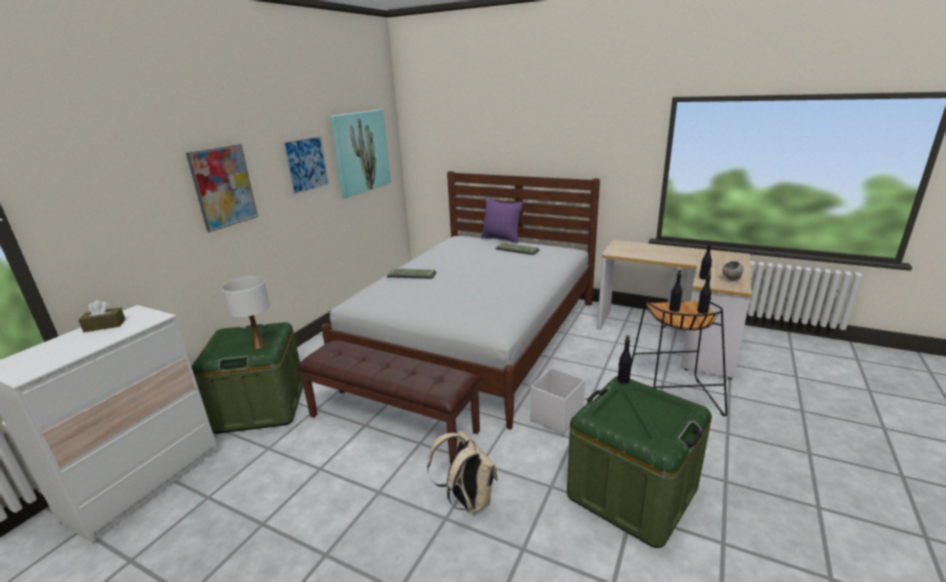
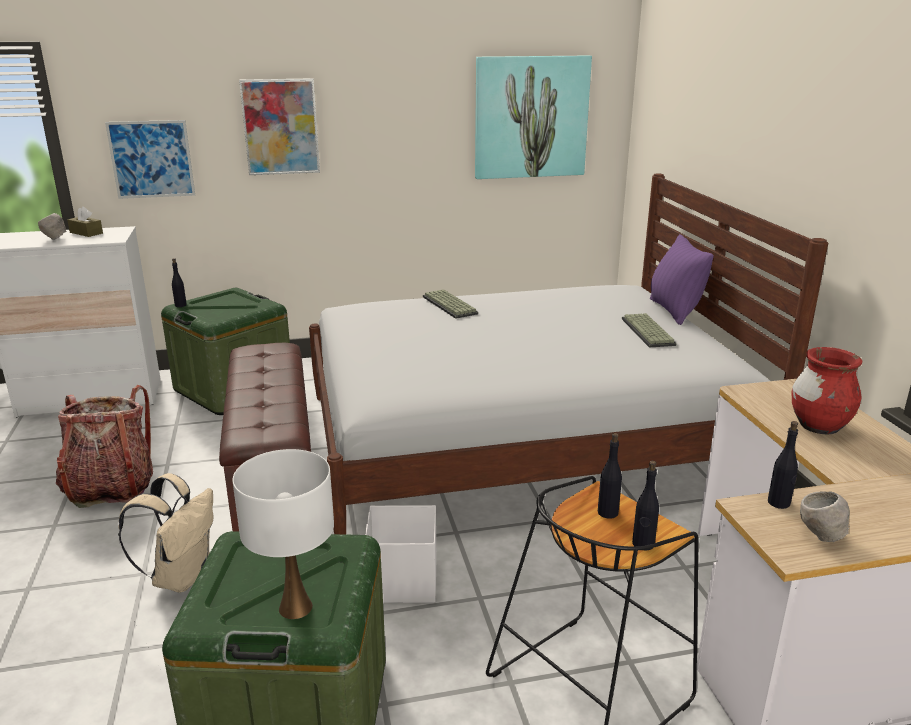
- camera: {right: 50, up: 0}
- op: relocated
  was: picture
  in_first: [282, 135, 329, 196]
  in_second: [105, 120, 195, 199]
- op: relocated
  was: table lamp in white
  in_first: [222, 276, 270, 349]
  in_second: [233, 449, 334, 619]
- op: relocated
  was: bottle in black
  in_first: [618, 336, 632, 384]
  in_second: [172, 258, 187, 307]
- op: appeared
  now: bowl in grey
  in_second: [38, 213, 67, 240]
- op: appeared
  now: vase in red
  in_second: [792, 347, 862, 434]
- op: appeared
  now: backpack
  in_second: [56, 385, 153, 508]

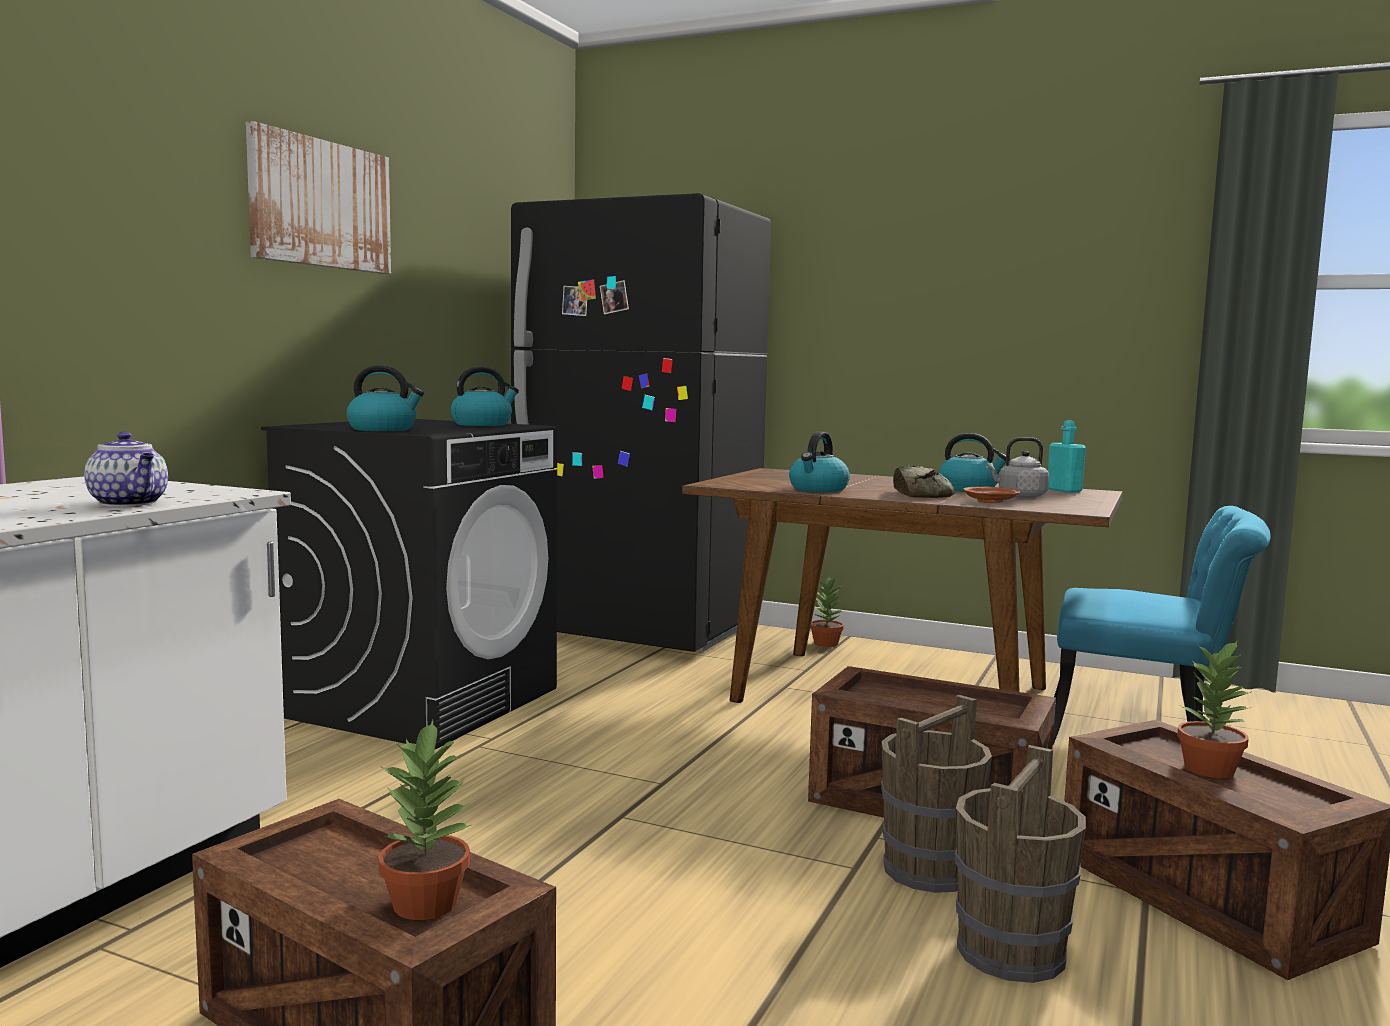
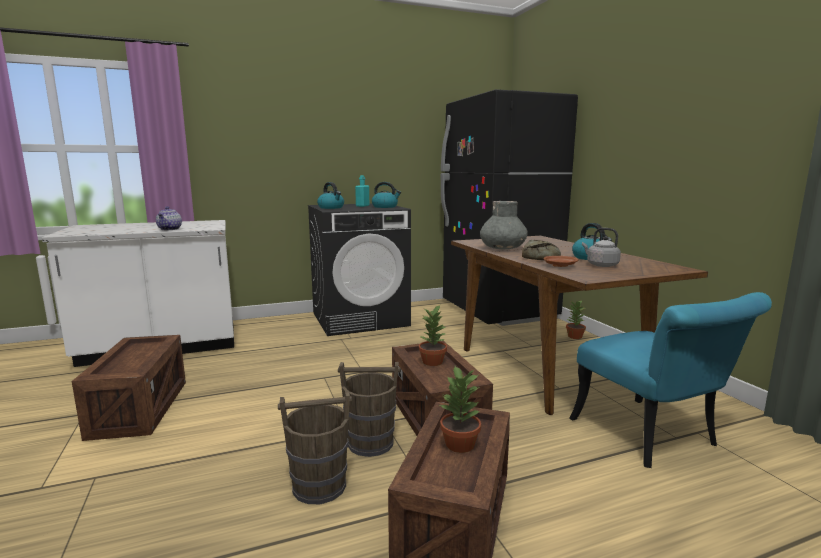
- camera: {right: 45, up: 5}
- op: missing
  was: picture
  in_first: [246, 121, 391, 274]
- op: relocated
  was: bottle in turquoise
  in_first: [1048, 420, 1086, 493]
  in_second: [355, 175, 369, 207]
- op: exchanged
  was: kettle
  now: vase in grey
  in_first: [789, 431, 850, 492]
  in_second: [480, 201, 528, 249]
- op: relocated
  was: potted plant
  in_first: [378, 720, 471, 920]
  in_second: [419, 305, 447, 366]

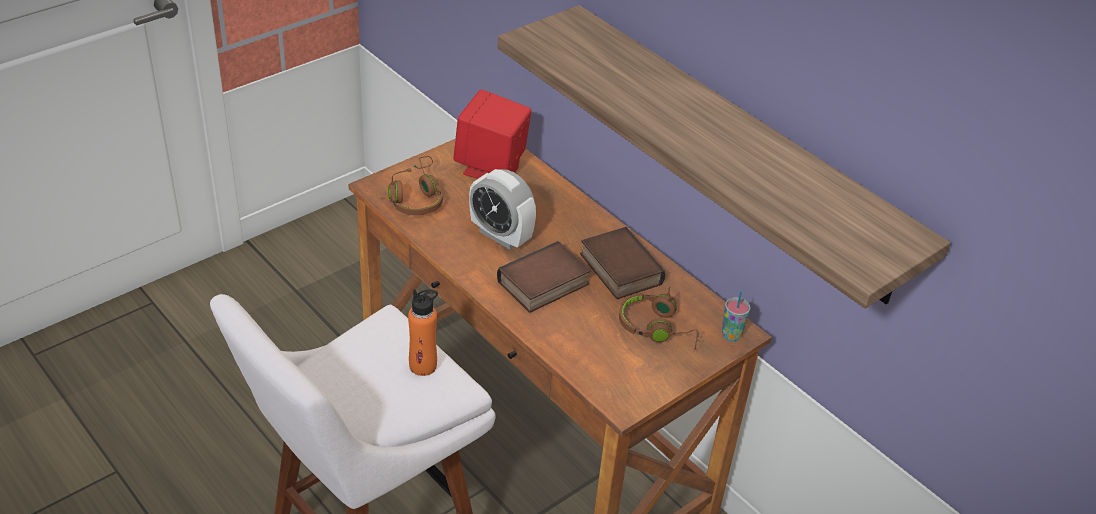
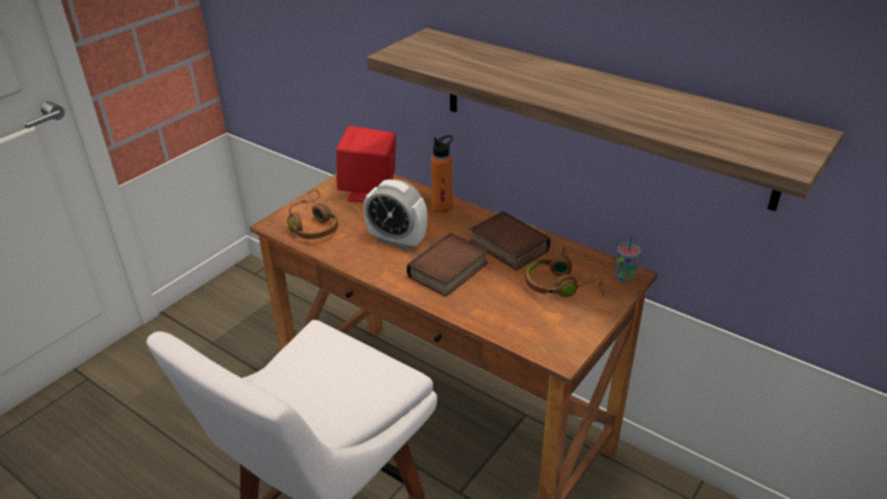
- camera: {right: -10, up: -5}
- op: relocated
  was: bottle in orange
  in_first: [408, 289, 438, 376]
  in_second: [430, 135, 453, 213]

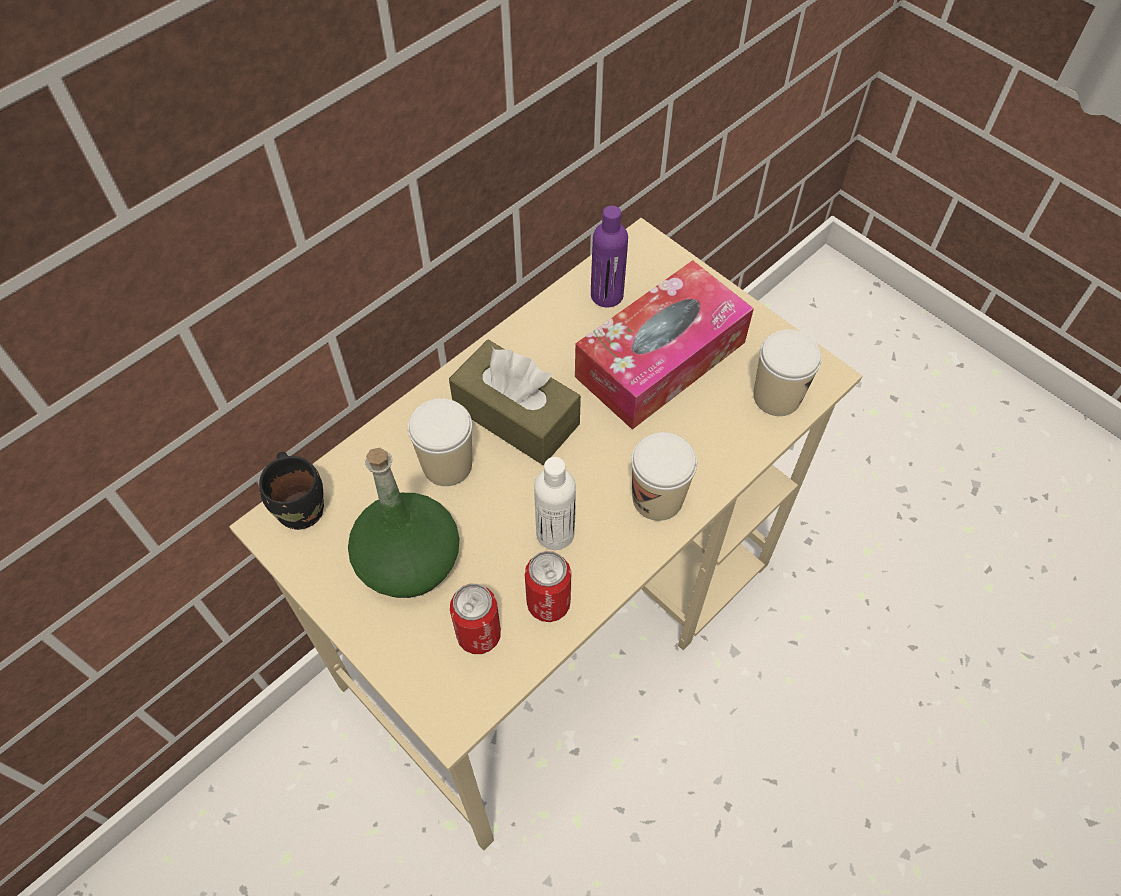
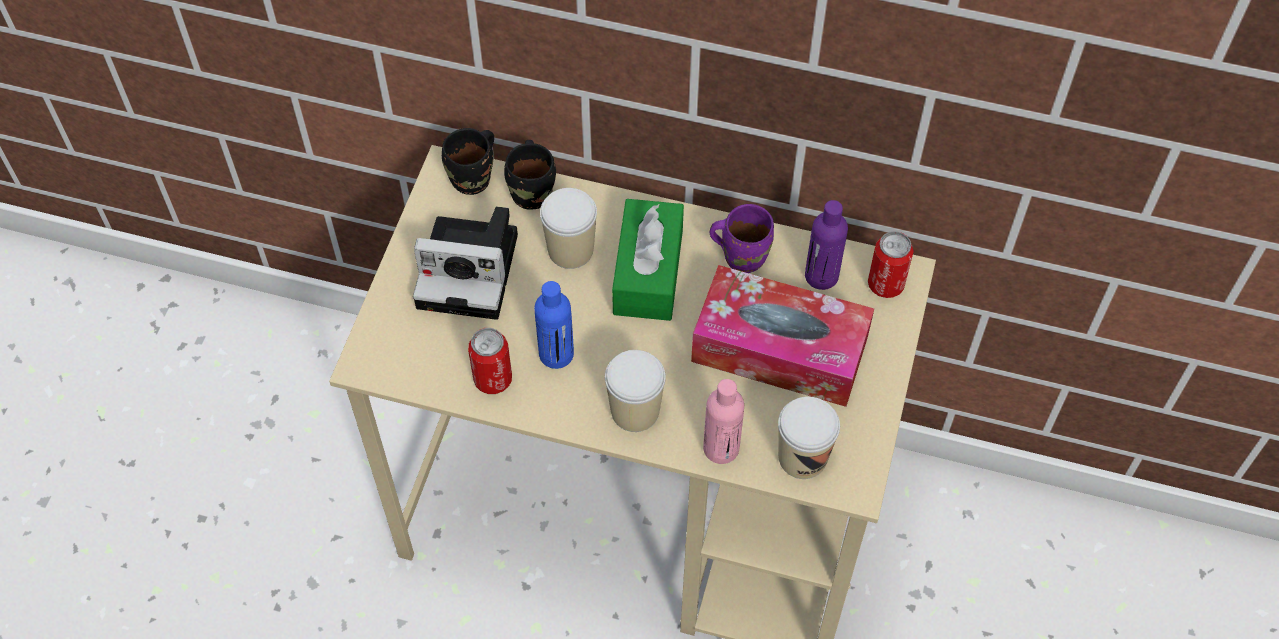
- camera: {right: 60, up: 0}
- op: colour
  was: tissue box in brown
  now: tissue box in green
  in_first: [449, 340, 581, 465]
  in_second: [612, 199, 684, 321]
- op: exchanged
  was: bottle in green
  now: photo camera
  in_first: [348, 448, 459, 598]
  in_second: [413, 206, 518, 320]
- op: colour
  was: bottle in white
  now: bottle in blue
  in_first: [534, 457, 576, 550]
  in_second: [534, 281, 574, 369]
- op: relocated
  was: can
  in_first: [450, 584, 501, 654]
  in_second: [868, 231, 914, 298]
- op: appeared
  now: mug in black
  in_second: [504, 140, 556, 210]
- op: appeared
  now: mug in purple
  in_second: [710, 204, 774, 273]
- op: appeared
  now: bottle in pink
  in_second: [703, 379, 744, 464]

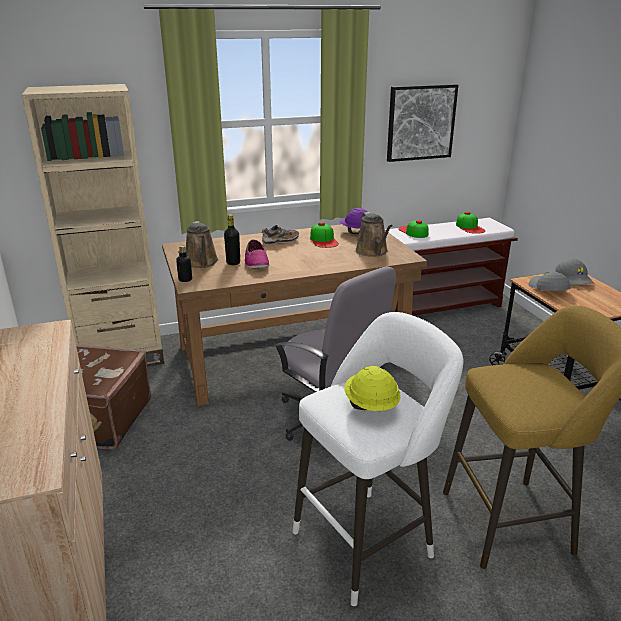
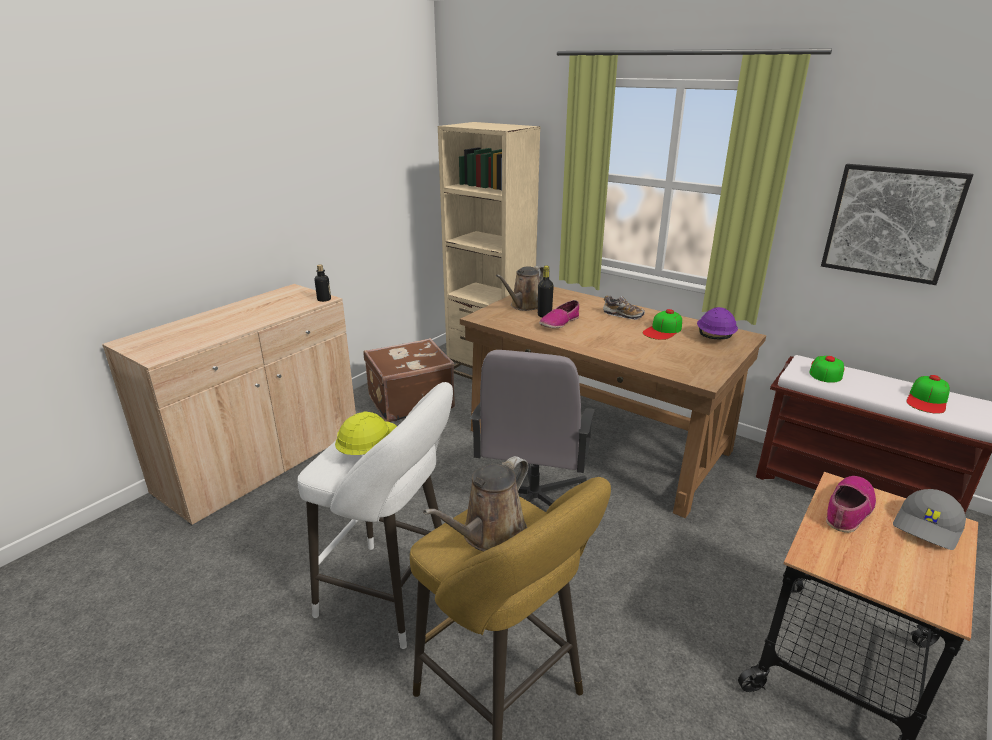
- camera: {right: 55, up: 0}
- op: relocated
  was: watering can in brown
  in_first: [355, 212, 393, 257]
  in_second: [423, 456, 528, 552]
- op: relocated
  was: bottle
  in_first: [176, 245, 192, 282]
  in_second: [314, 264, 331, 302]
- op: exchanged
  was: cap in grey
  now: shoe
  in_first: [528, 272, 570, 291]
  in_second: [826, 476, 876, 533]

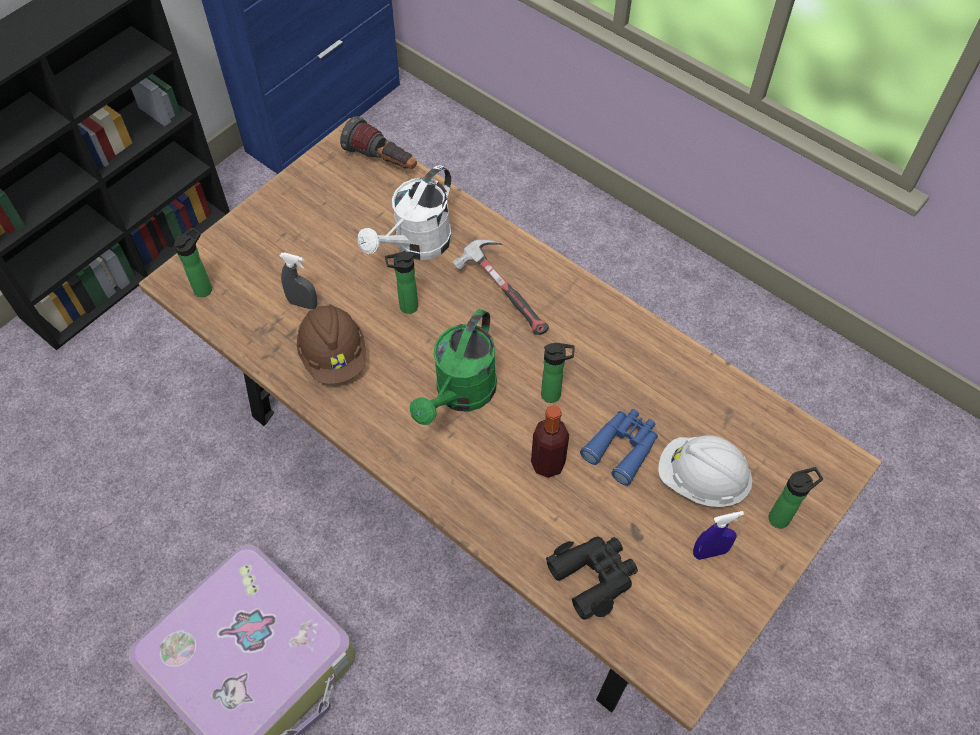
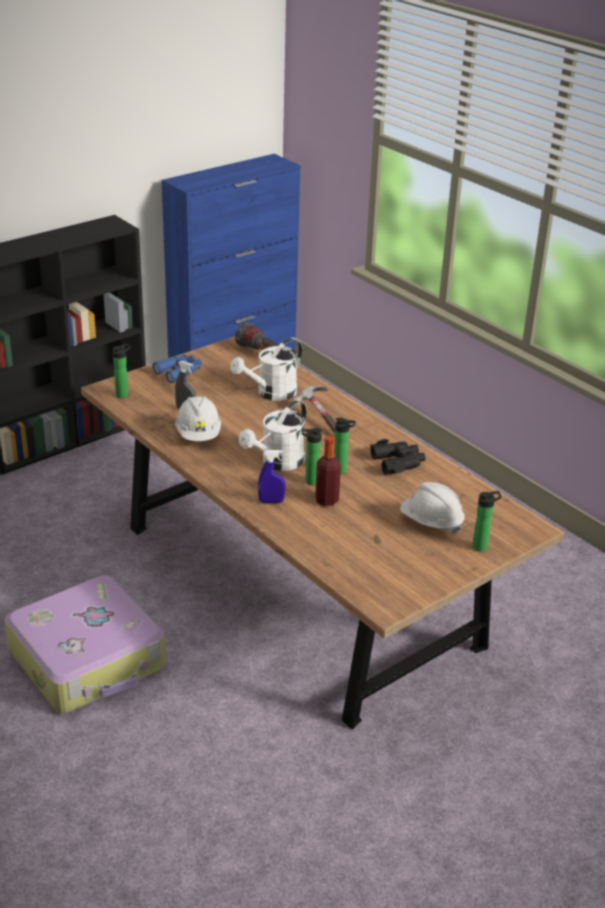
- camera: {right: 10, up: -25}
- op: relocated
  was: bottle
  in_first: [385, 252, 418, 314]
  in_second: [301, 428, 322, 485]
- op: colour
  was: hard hat in brown
  now: hard hat in white
  in_first: [297, 304, 366, 384]
  in_second: [175, 396, 221, 441]
- op: colour
  was: watering can in green
  now: watering can in white
  in_first: [410, 309, 497, 425]
  in_second: [239, 400, 306, 471]
- op: relocated
  was: binoculars in blue
  in_first: [580, 409, 658, 486]
  in_second: [152, 354, 202, 383]
- op: relocated
  was: spray bottle in blue
  in_first: [693, 511, 744, 560]
  in_second: [258, 450, 286, 503]
- op: relocated
  was: binoculars in black
  in_first: [546, 537, 638, 620]
  in_second: [370, 439, 426, 475]

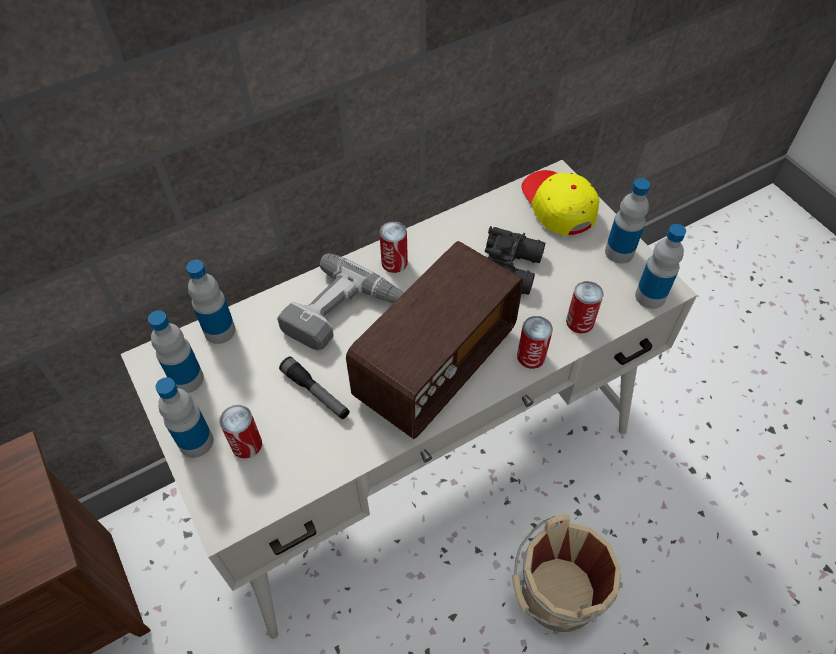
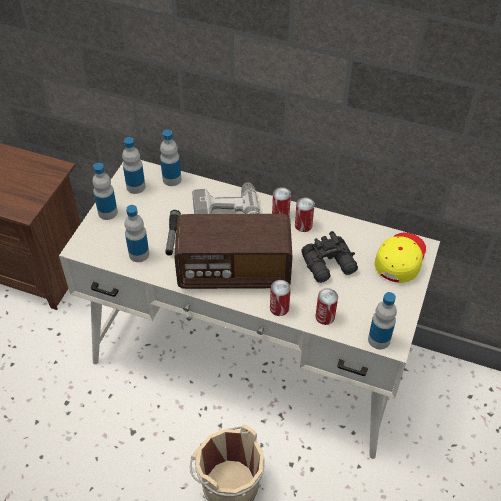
- camera: {right: 50, up: -5}
- op: relocated
  was: bottle
  in_first: [605, 178, 650, 264]
  in_second: [124, 205, 149, 262]
- op: relocated
  was: can
  in_first: [220, 405, 262, 459]
  in_second: [295, 197, 315, 232]

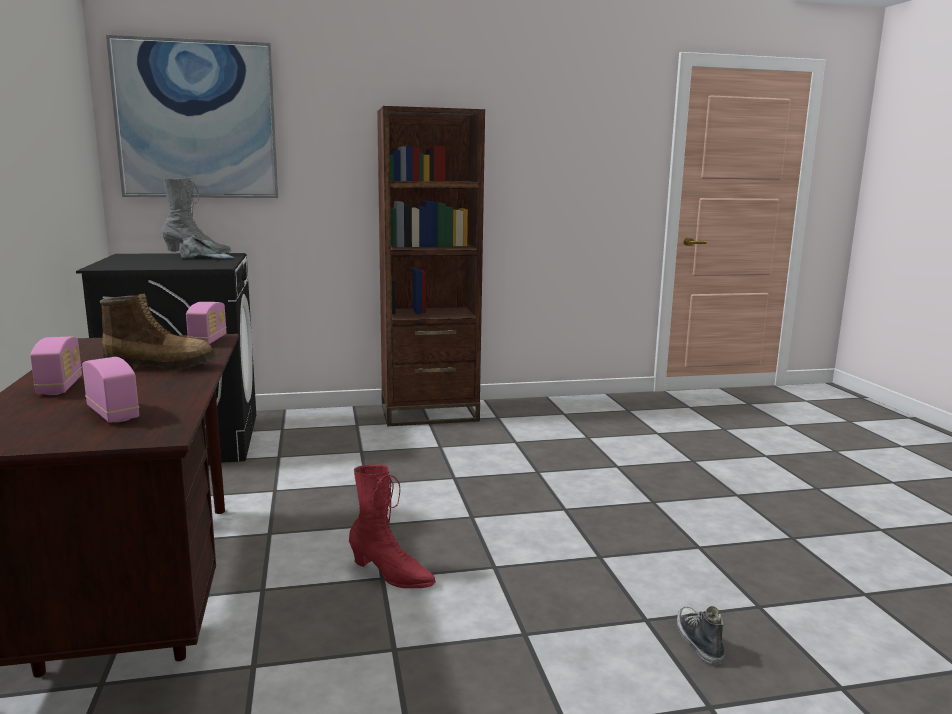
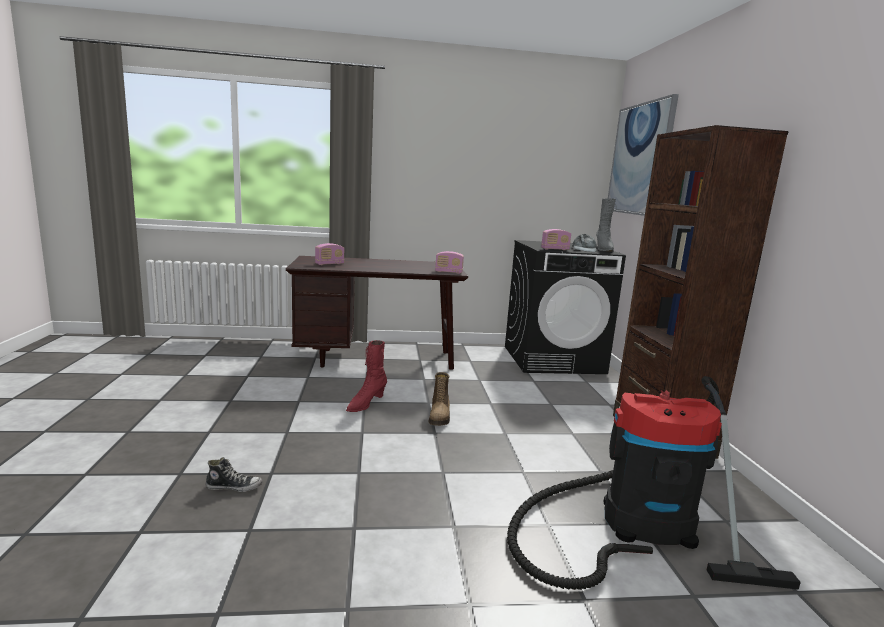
- camera: {right: 95, up: 0}
- op: relocated
  was: boot
  in_first: [100, 293, 216, 370]
  in_second: [428, 372, 450, 426]
- op: relocated
  was: radio
  in_first: [30, 337, 82, 395]
  in_second: [541, 229, 571, 250]
- op: appeared
  now: vacuum cleaner
  in_second: [507, 376, 801, 590]

